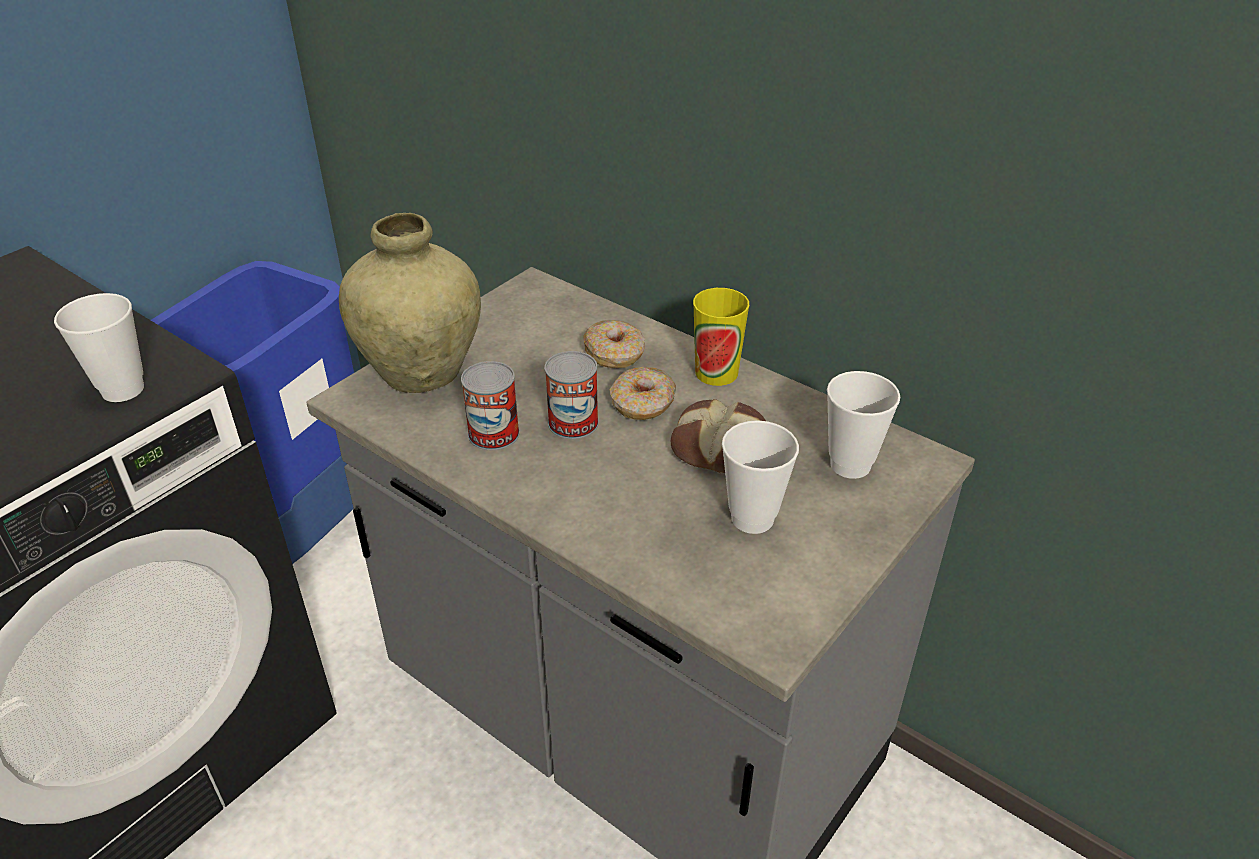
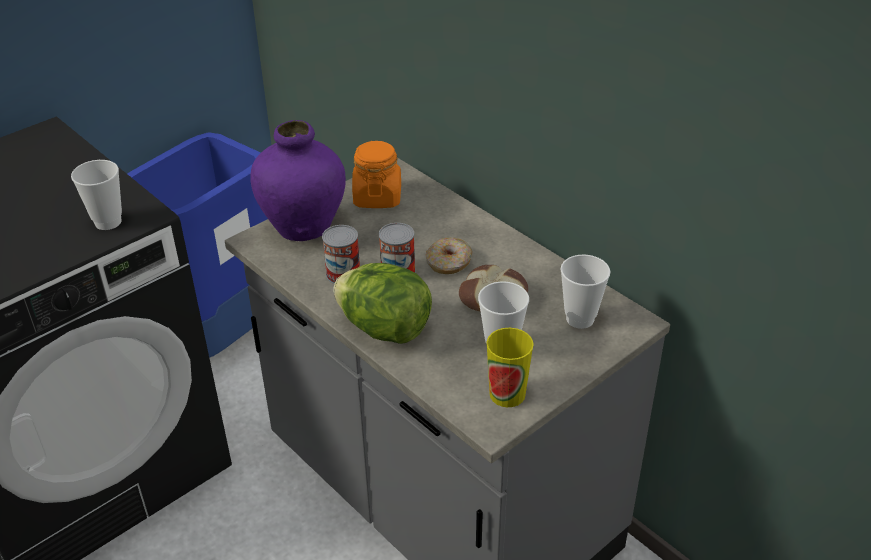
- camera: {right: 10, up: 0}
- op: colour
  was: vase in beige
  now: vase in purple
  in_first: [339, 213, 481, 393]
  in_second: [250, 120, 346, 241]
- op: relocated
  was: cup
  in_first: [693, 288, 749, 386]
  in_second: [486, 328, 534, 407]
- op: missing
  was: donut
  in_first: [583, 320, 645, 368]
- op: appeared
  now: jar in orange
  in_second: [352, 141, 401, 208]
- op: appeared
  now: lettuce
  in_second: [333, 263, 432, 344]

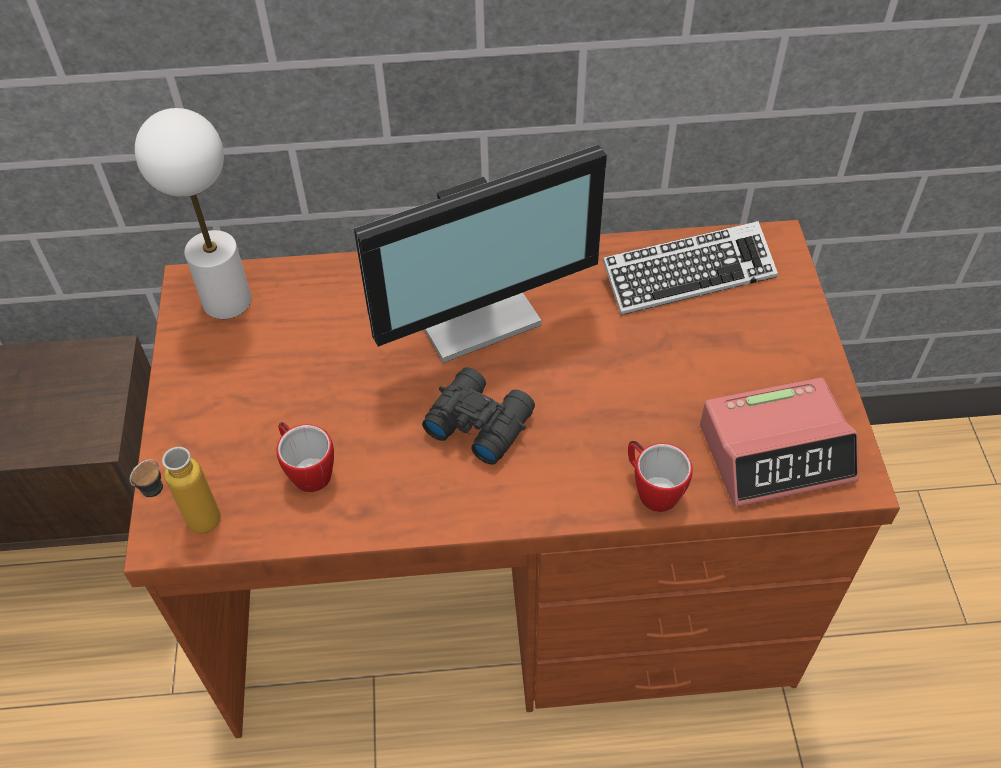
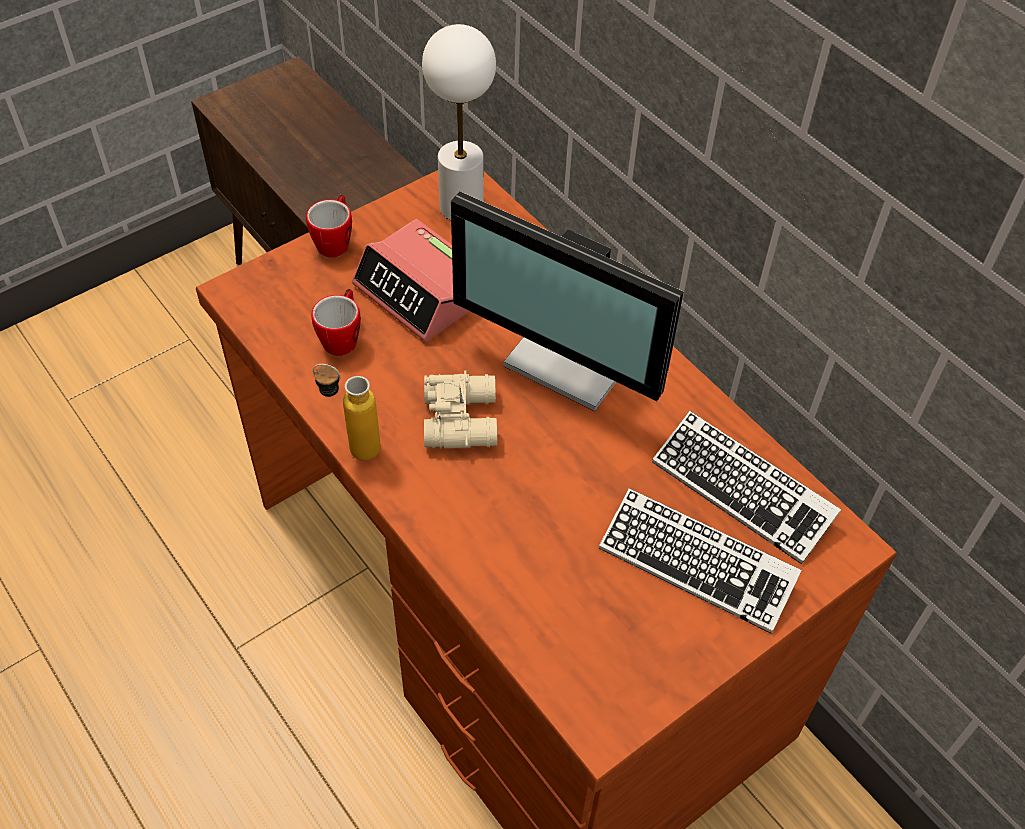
- camera: {right: 55, up: 0}
- op: colour
  was: binoculars in black
  now: binoculars in beige
  in_first: [422, 367, 535, 465]
  in_second: [424, 371, 497, 449]
- op: relocated
  was: alarm clock
  in_first: [700, 377, 859, 507]
  in_second: [352, 219, 469, 342]
- op: relocated
  was: mug
  in_first: [628, 441, 693, 512]
  in_second: [306, 195, 352, 258]
- op: relocated
  was: bottle
  in_first: [130, 447, 221, 534]
  in_second: [313, 364, 381, 460]
- op: appeared
  now: keyboard
  in_second: [599, 488, 802, 634]

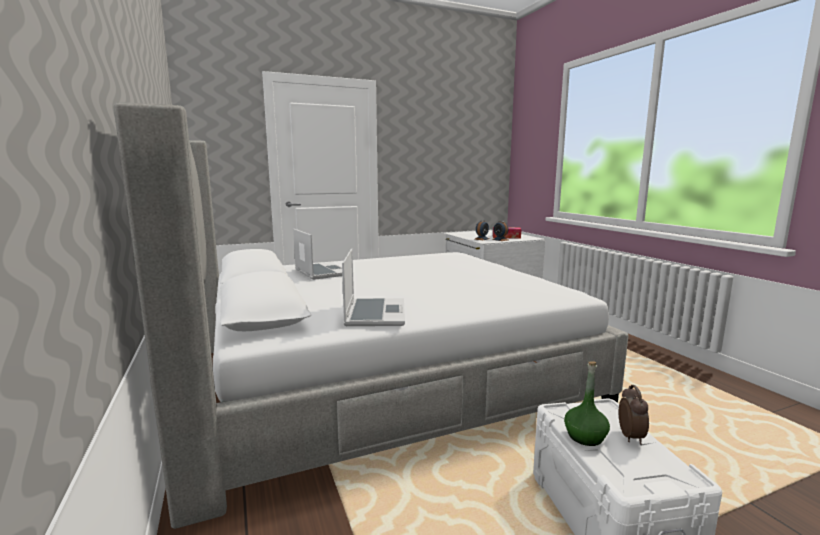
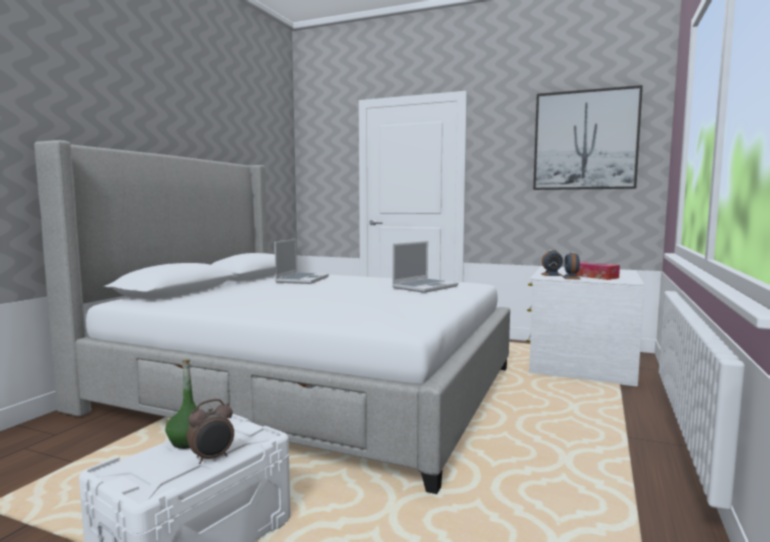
- camera: {right: 45, up: -5}
- op: relocated
  was: laptop
  in_first: [342, 249, 405, 326]
  in_second: [392, 241, 458, 293]
- op: appeared
  now: picture
  in_second: [533, 85, 643, 190]

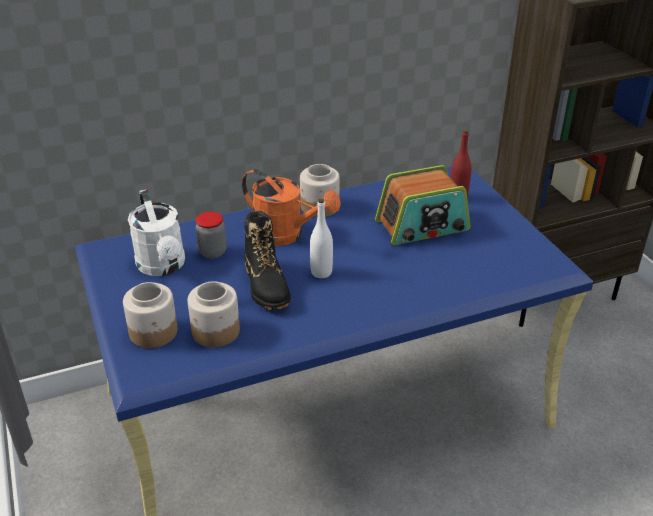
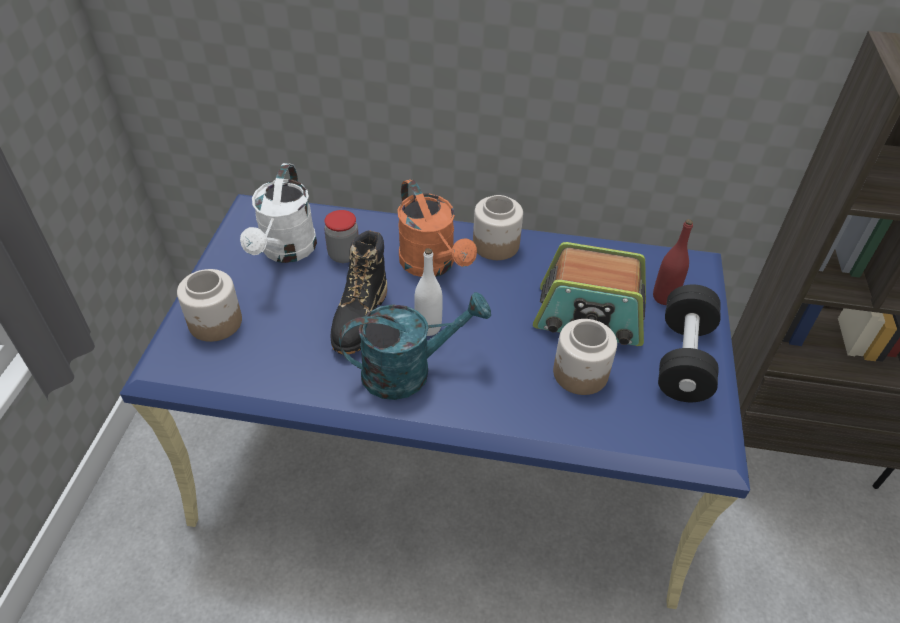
- camera: {right: 30, up: 10}
- op: relocated
  was: jar
  in_first: [188, 281, 240, 347]
  in_second: [553, 319, 617, 395]
- op: appeared
  now: dumbbell in black
  in_second: [658, 284, 721, 402]
- op: appeared
  now: watering can in turquoise
  in_second: [339, 292, 491, 400]

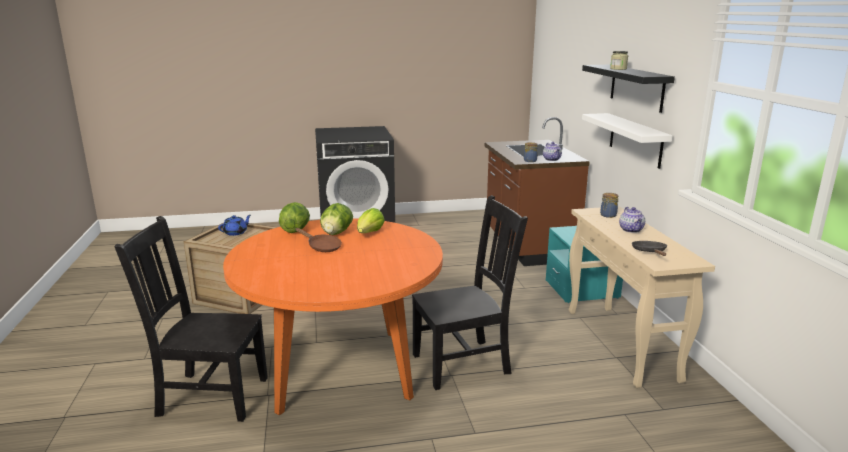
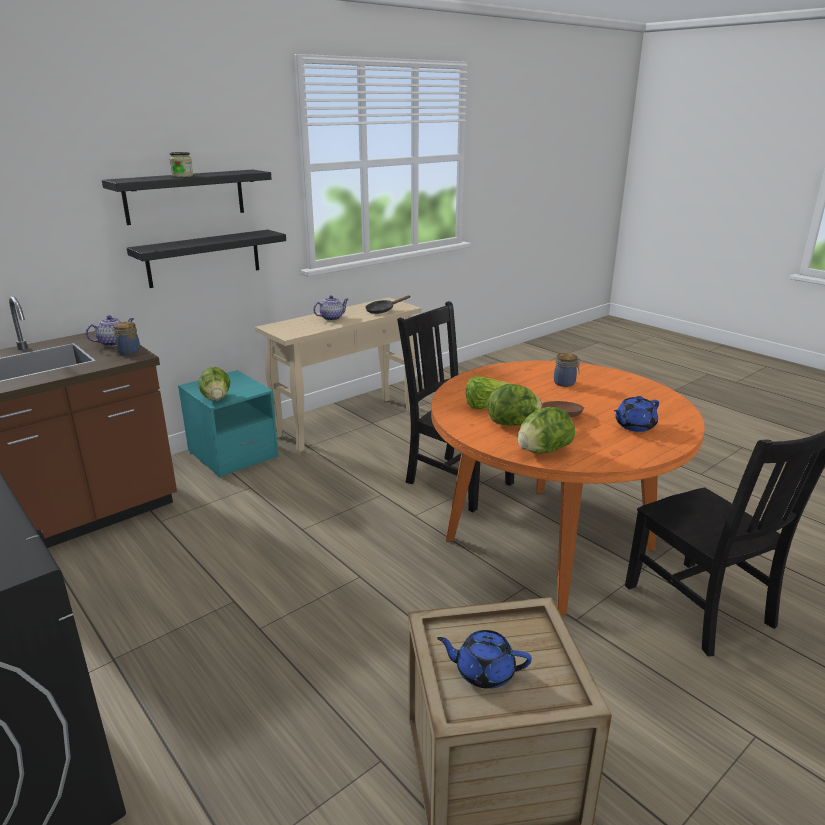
- camera: {right: -120, up: 5}
- op: colour
  was: shelf in white
  now: shelf in black
  in_first: [582, 113, 673, 169]
  in_second: [127, 230, 286, 288]
- op: relocated
  was: jar
  in_first: [600, 193, 618, 218]
  in_second: [554, 353, 580, 387]
- op: appeared
  now: lettuce
  in_second: [198, 367, 231, 401]
- op: appeared
  now: teapot in blue
  in_second: [614, 396, 659, 432]

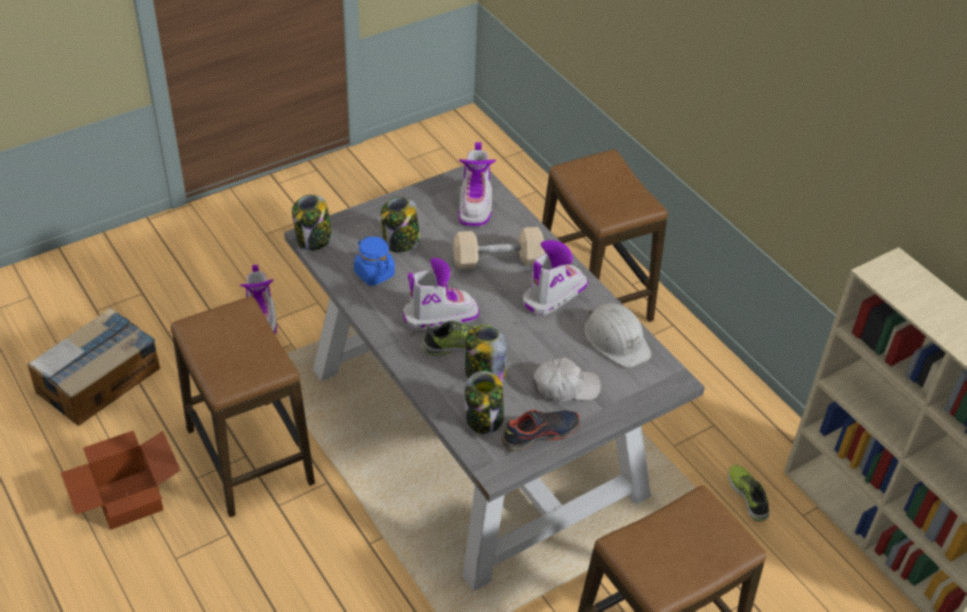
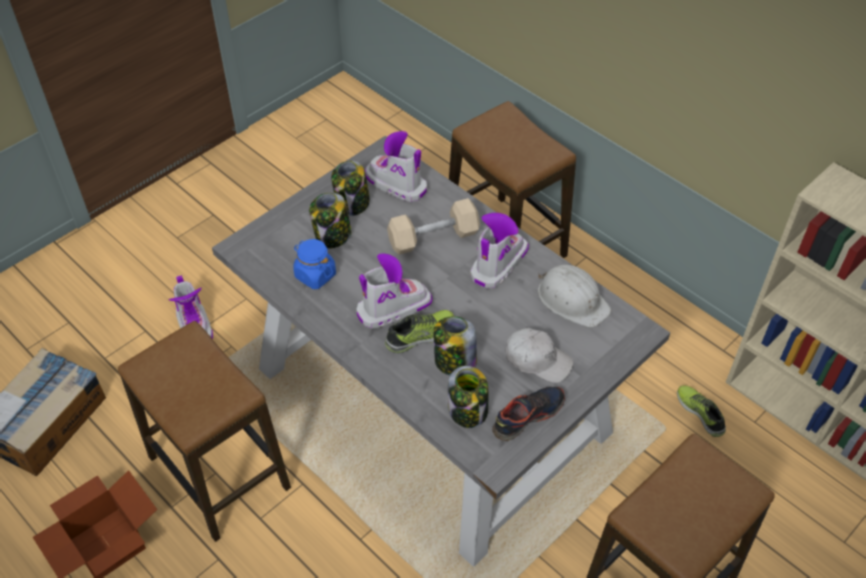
- camera: {right: -10, up: 5}
- op: spun
  was: boot
  in_first: [458, 142, 496, 227]
  in_second: [365, 131, 427, 202]
  clockwise: 135
- op: relocated
  was: jar
  in_first: [292, 195, 332, 251]
  in_second: [331, 161, 370, 216]
- op: spun
  was: cap in white
  in_first: [533, 358, 601, 402]
  in_second: [505, 328, 573, 383]
  clockwise: 45

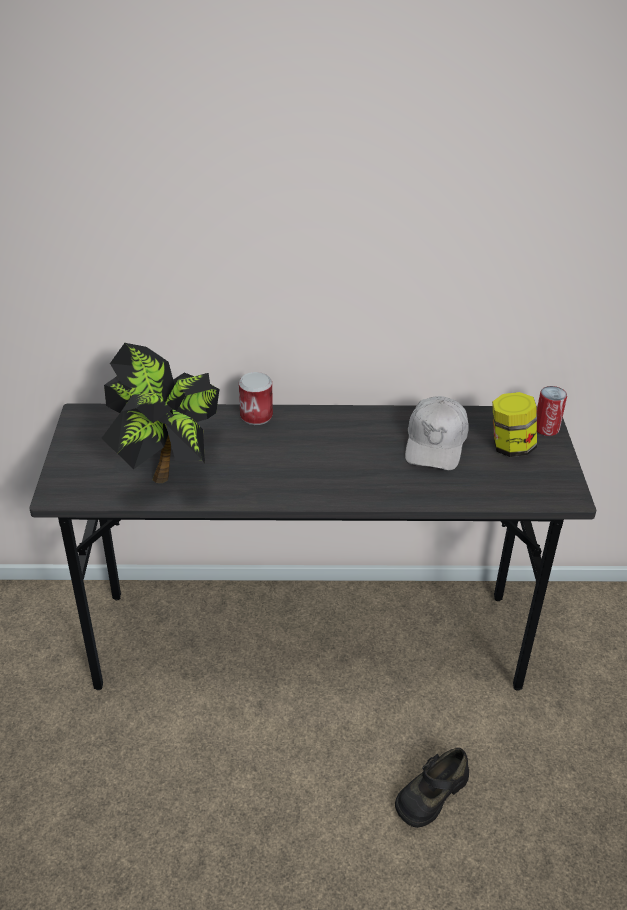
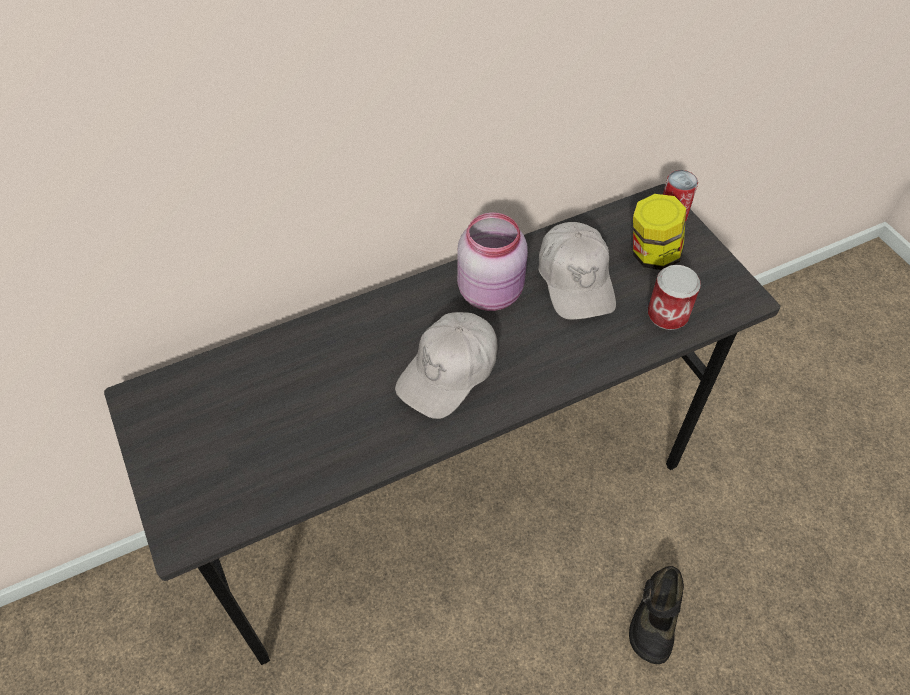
- camera: {right: -25, up: 15}
- op: missing
  was: potted plant
  in_first: [101, 343, 220, 483]
- op: relocated
  was: can
  in_first: [239, 372, 273, 425]
  in_second: [648, 265, 701, 330]
- op: appeared
  now: jar in pink
  in_second: [457, 213, 528, 311]
- op: appeared
  now: cap in white
  in_second: [395, 312, 497, 419]

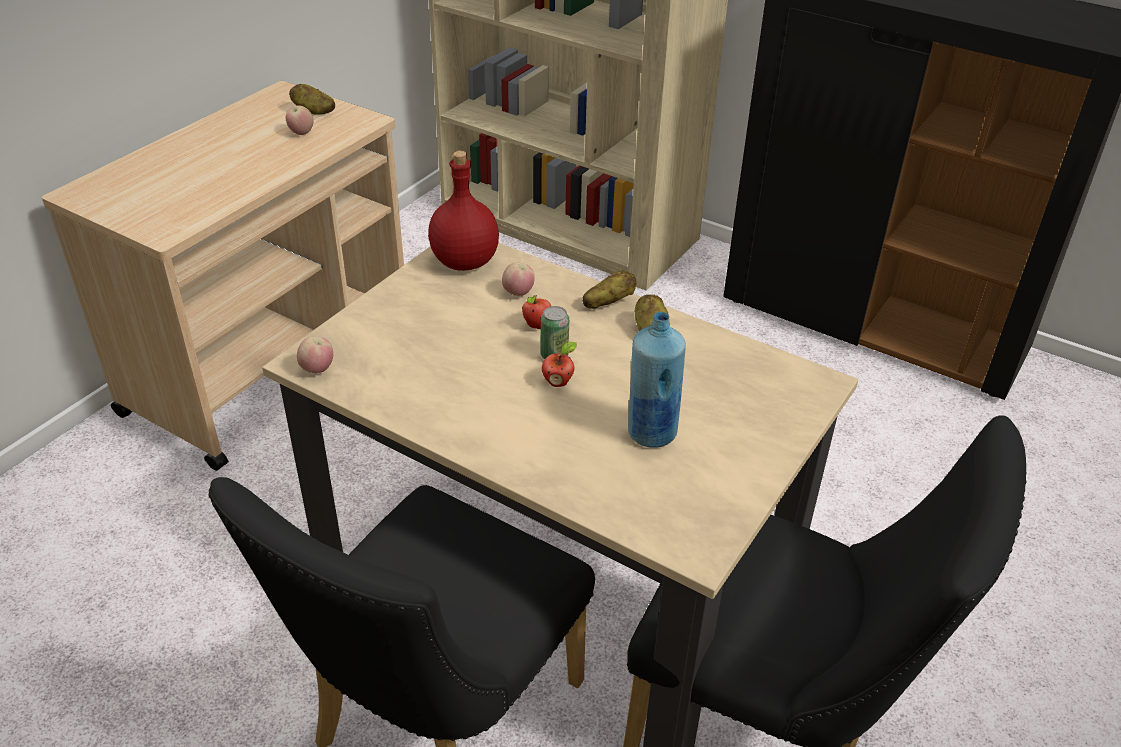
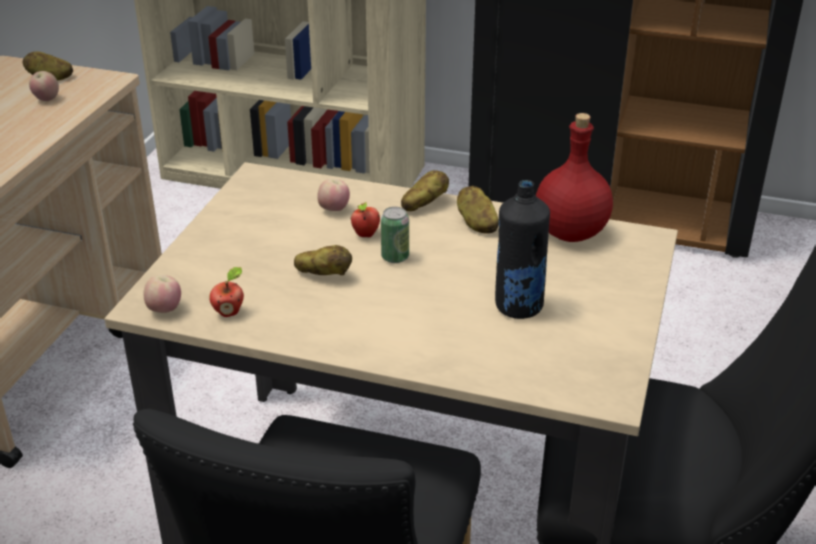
- camera: {right: -15, up: -5}
- op: relocated
  was: bottle in red
  in_first: [428, 151, 499, 271]
  in_second: [536, 113, 613, 242]
- op: colour
  was: bottle in blue
  now: bottle in black
  in_first: [628, 312, 686, 448]
  in_second: [495, 180, 550, 319]
- op: relocated
  was: apple
  in_first: [542, 342, 577, 387]
  in_second: [209, 267, 244, 317]
- op: appeared
  now: potato
  in_second: [294, 245, 352, 275]

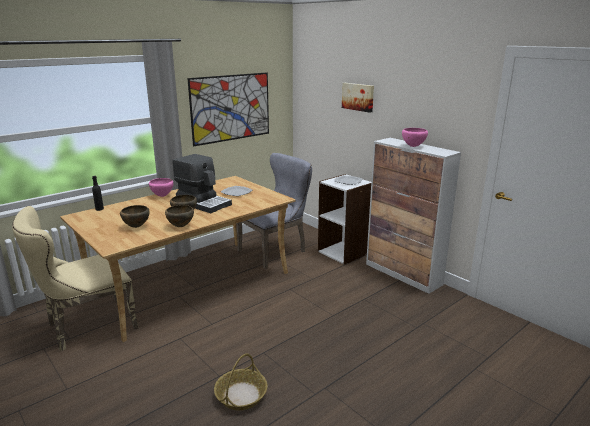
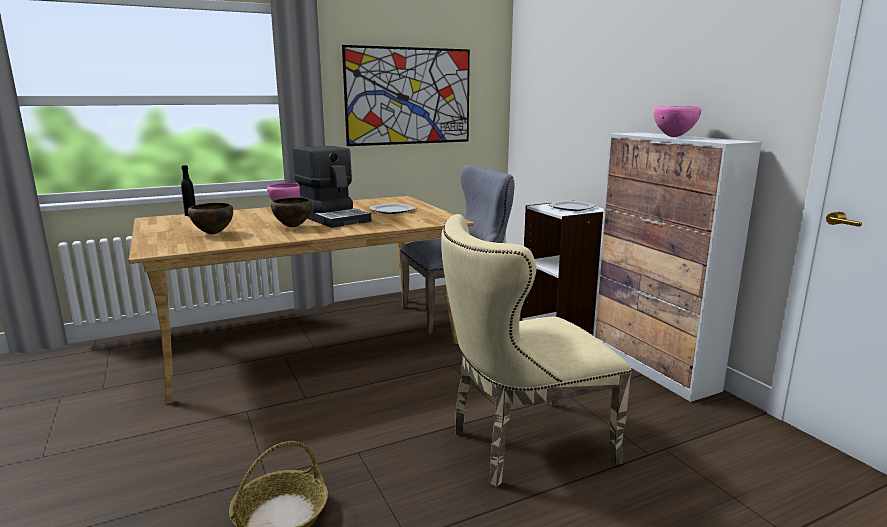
- camera: {right: 15, up: -5}
- op: missing
  was: picture
  in_first: [342, 83, 374, 113]
- op: missing
  was: bowl in brown
  in_first: [165, 205, 194, 227]
- op: relocated
  was: chair in beige
  in_first: [12, 206, 139, 351]
  in_second: [441, 214, 632, 487]

